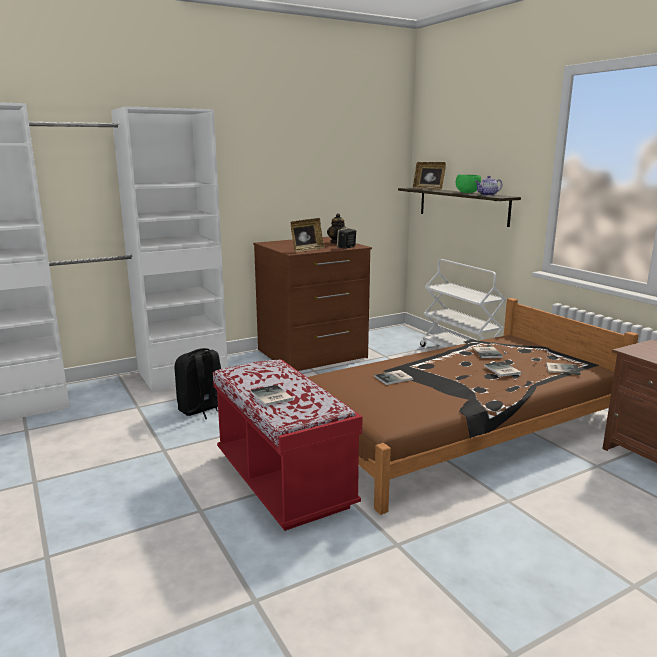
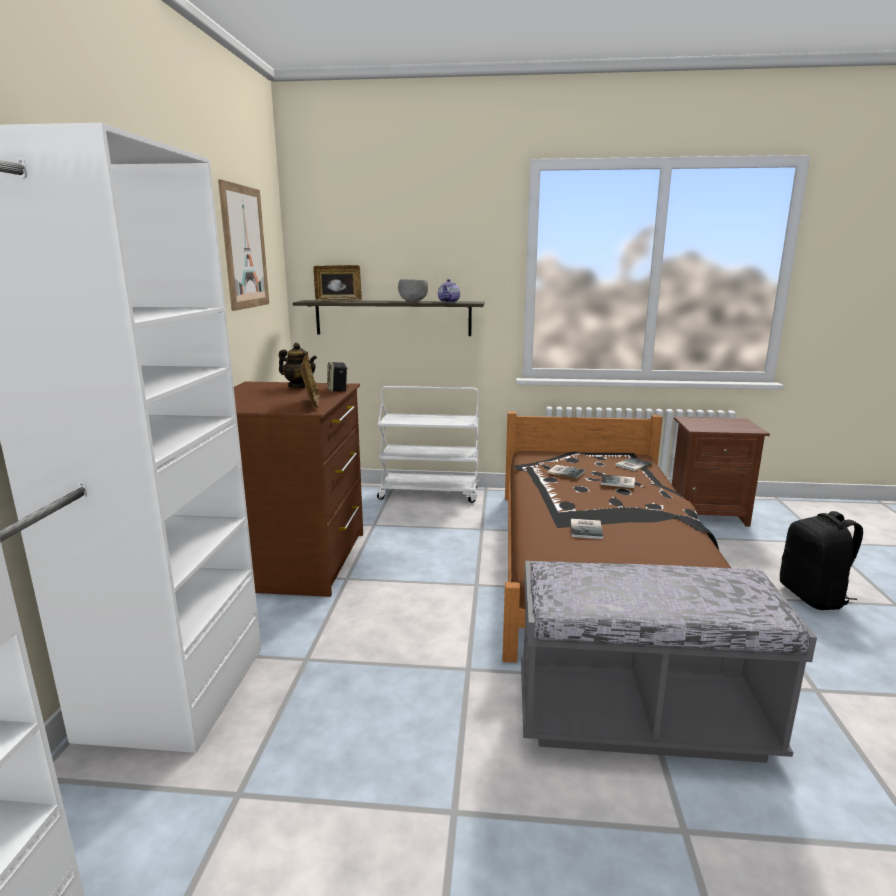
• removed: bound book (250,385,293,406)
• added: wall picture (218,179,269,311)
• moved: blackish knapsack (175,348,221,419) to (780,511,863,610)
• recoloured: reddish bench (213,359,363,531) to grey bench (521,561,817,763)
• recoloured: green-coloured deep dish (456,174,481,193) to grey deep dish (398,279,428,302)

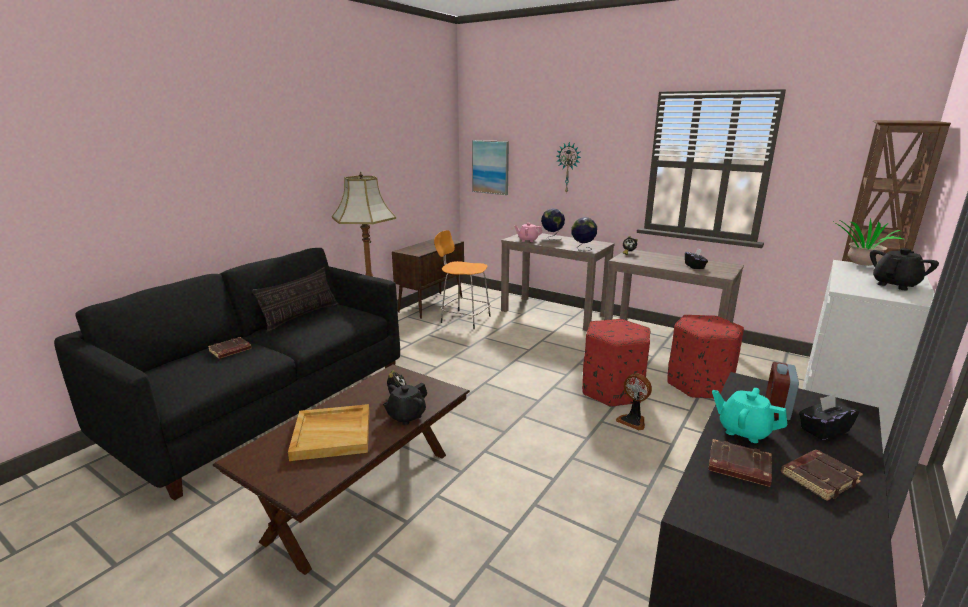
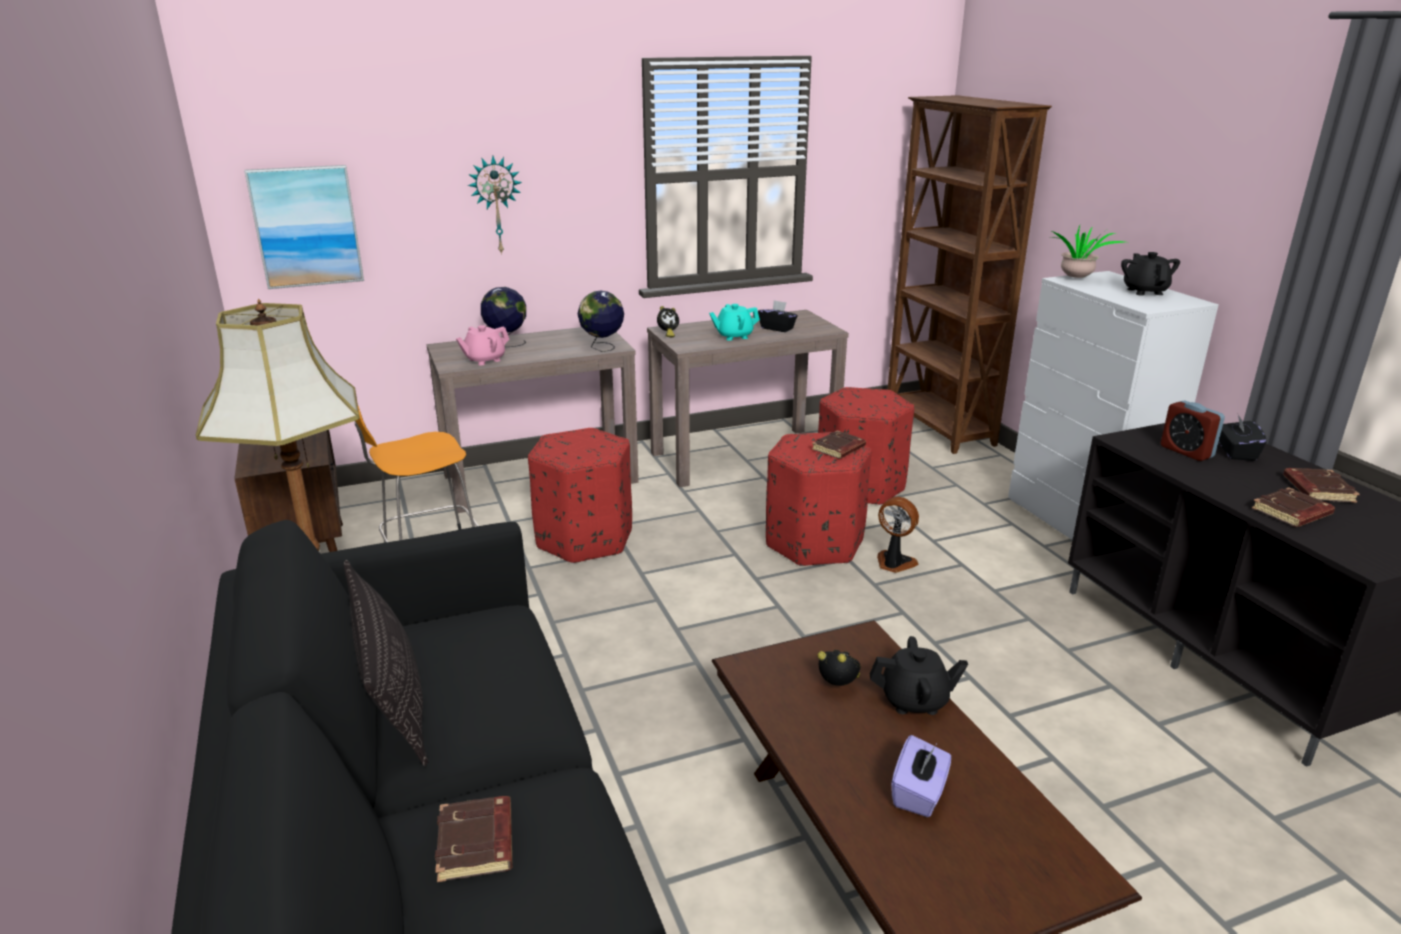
• added: reddish footrest (528,428,632,564)
• added: brown-coloured bound book (812,430,866,459)
• moved: turquoise-coloured pot for tea (712,388,787,443) to (709,304,760,341)
• replaced: beige-coloured tray (288,404,370,461) to purple tissue holder (891,735,951,817)
• turned: blackish pot for tea (383,383,427,425) = (870,636,968,715) 75 degrees counterclockwise
• turned: cooling fan (616,373,652,430) = (877,497,919,573) 135 degrees counterclockwise

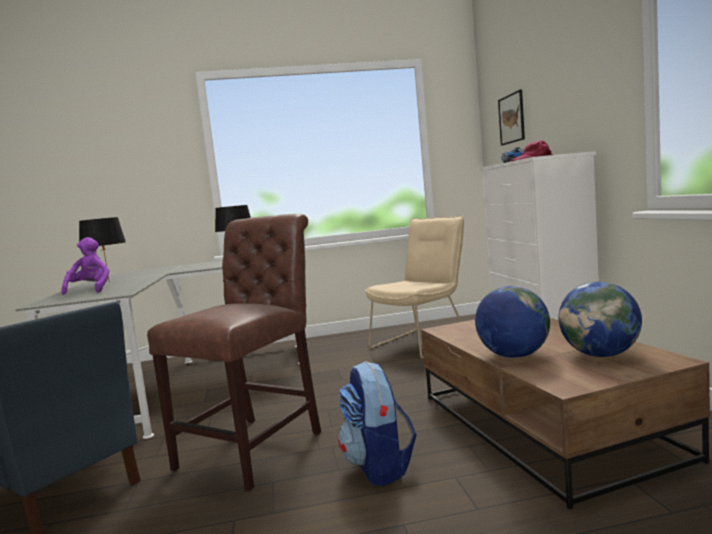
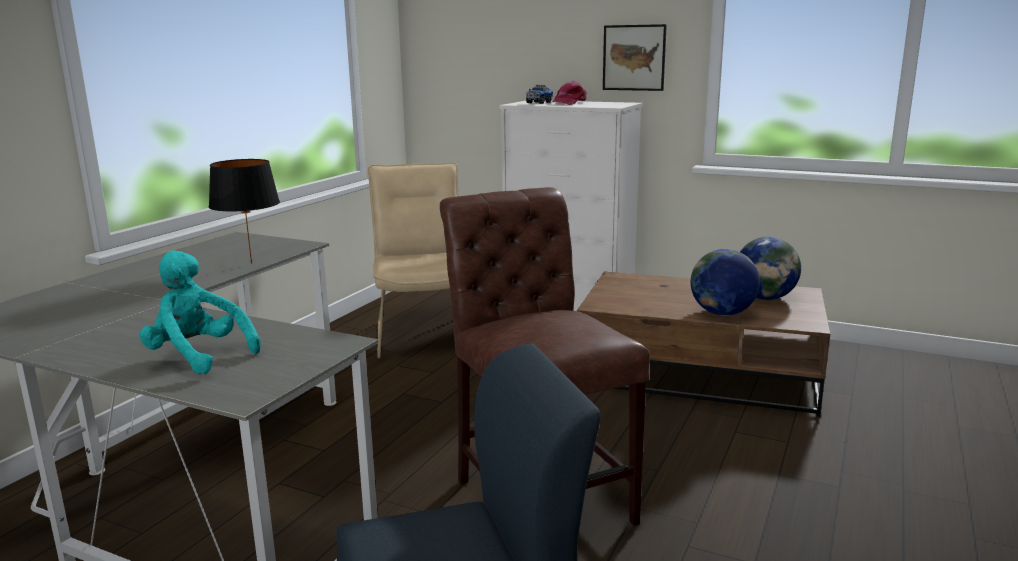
• removed: blackish tabletop lamp (79,217,126,283)
• removed: knapsack (338,361,417,486)
• moved: wall picture (498,89,525,146) to (603,24,667,91)
• recoloured: purple plush toy (61,237,109,295) to turquoise-coloured plush toy (140,251,261,374)

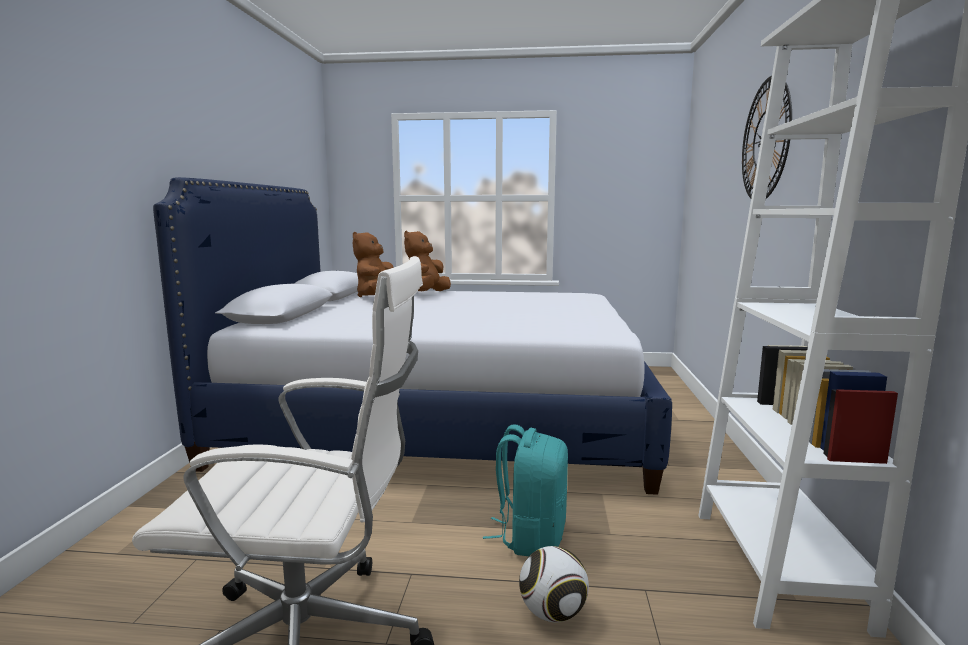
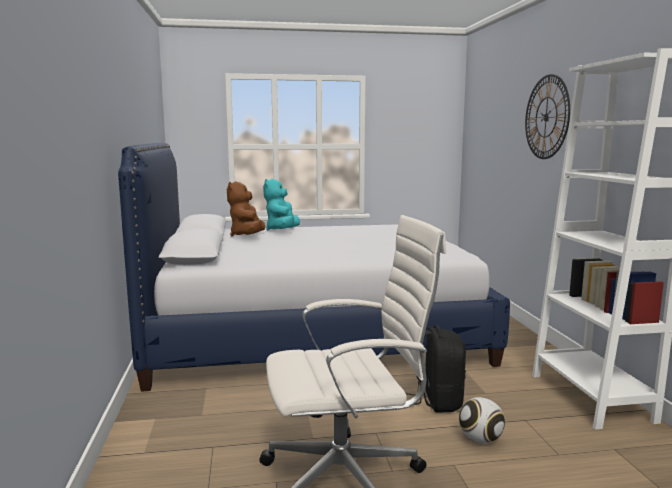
• recoloured: brown-coloured plush toy (404,231,451,291) to turquoise-coloured plush toy (263,179,300,231)
• recoloured: turquoise-coloured knapsack (483,425,568,556) to blackish knapsack (406,325,466,413)

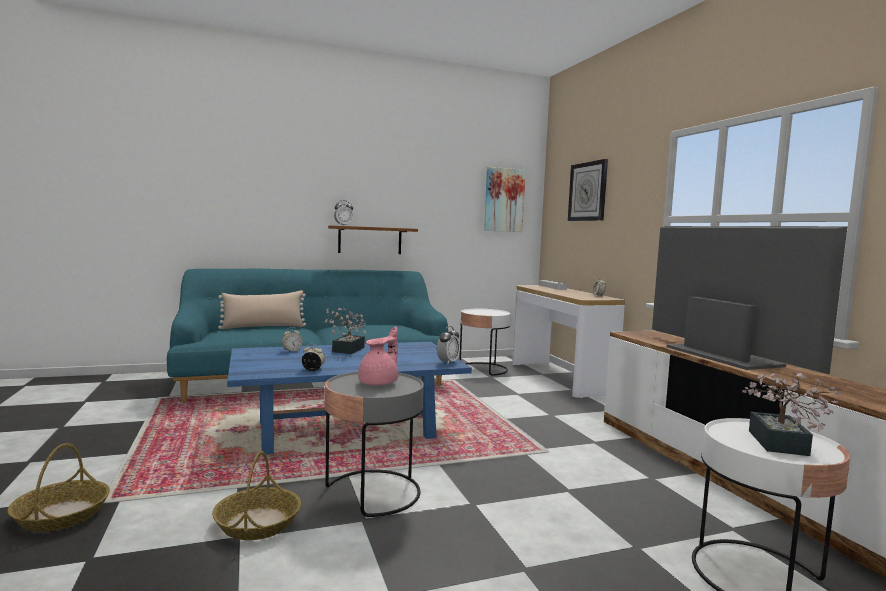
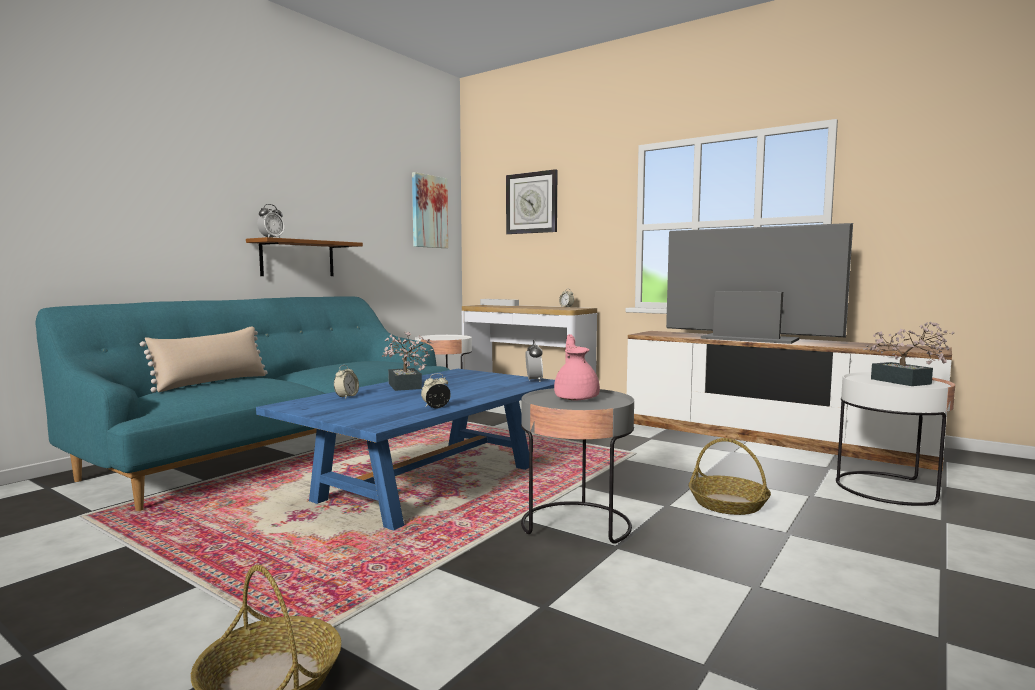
• moved: household basket (212,451,301,540) to (688,438,771,515)

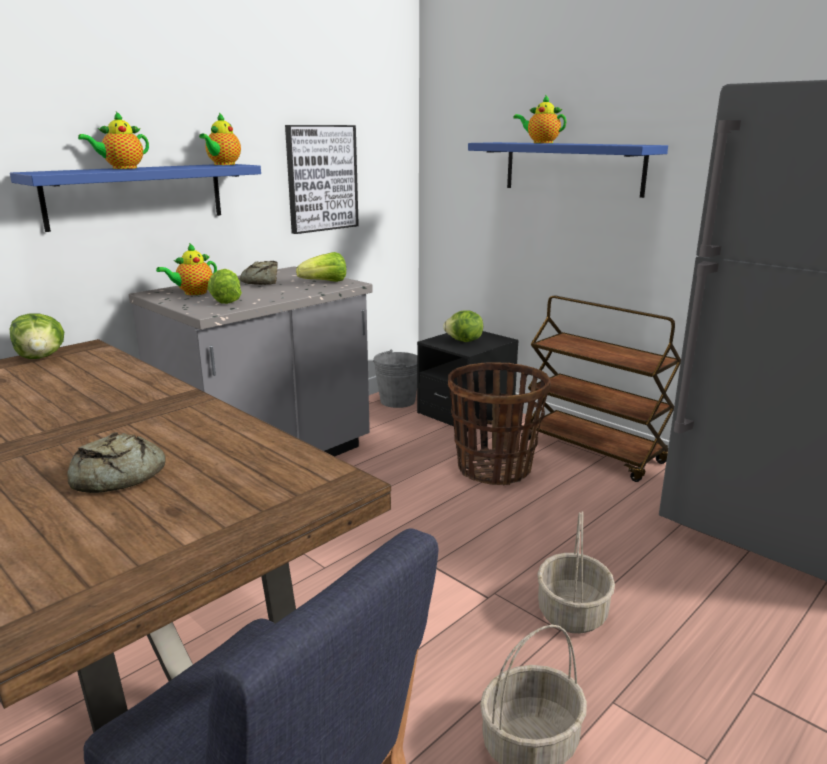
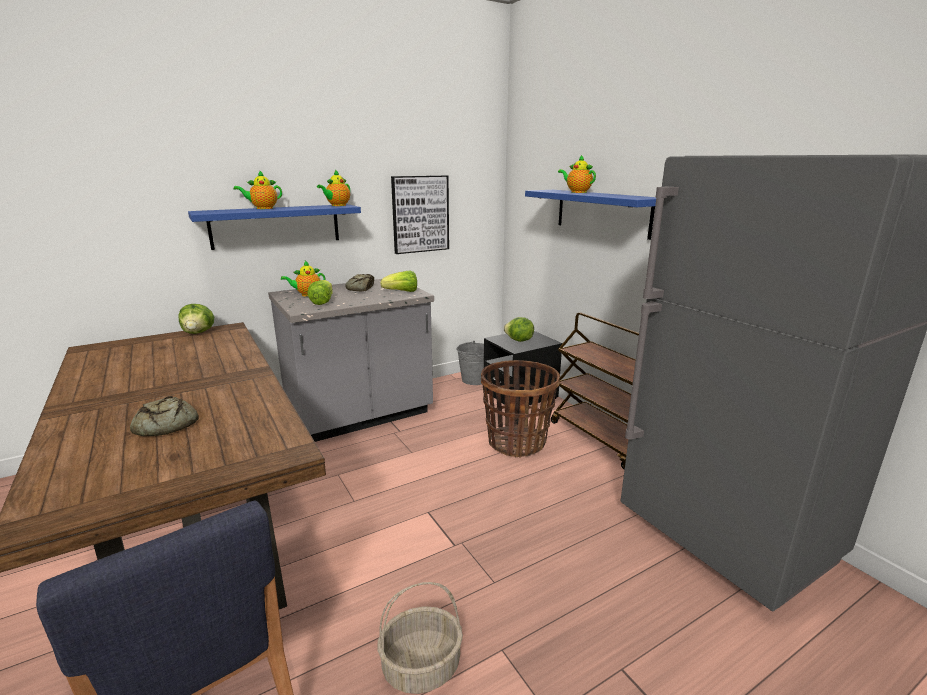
• removed: household basket (537,511,615,633)

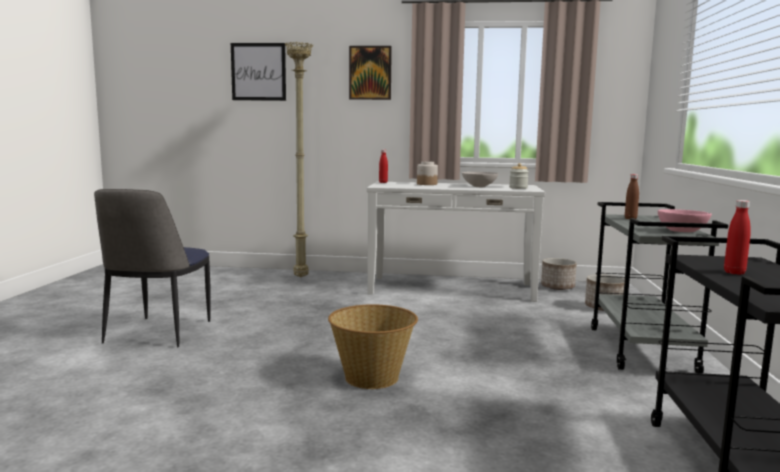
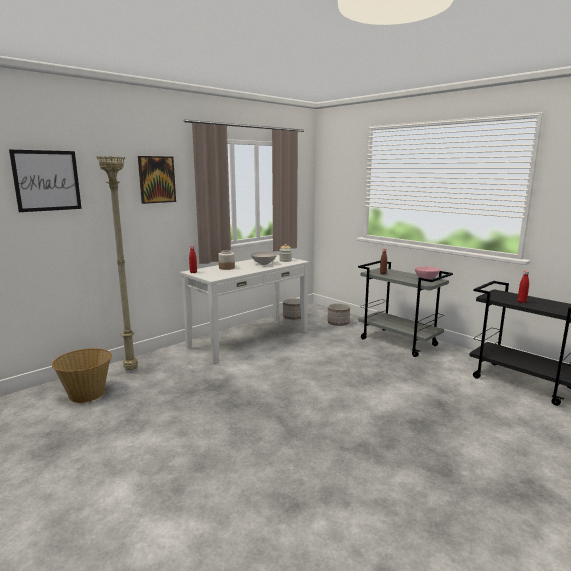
• removed: chair (94,189,211,347)
• moved: household basket (328,304,418,389) to (52,348,112,403)

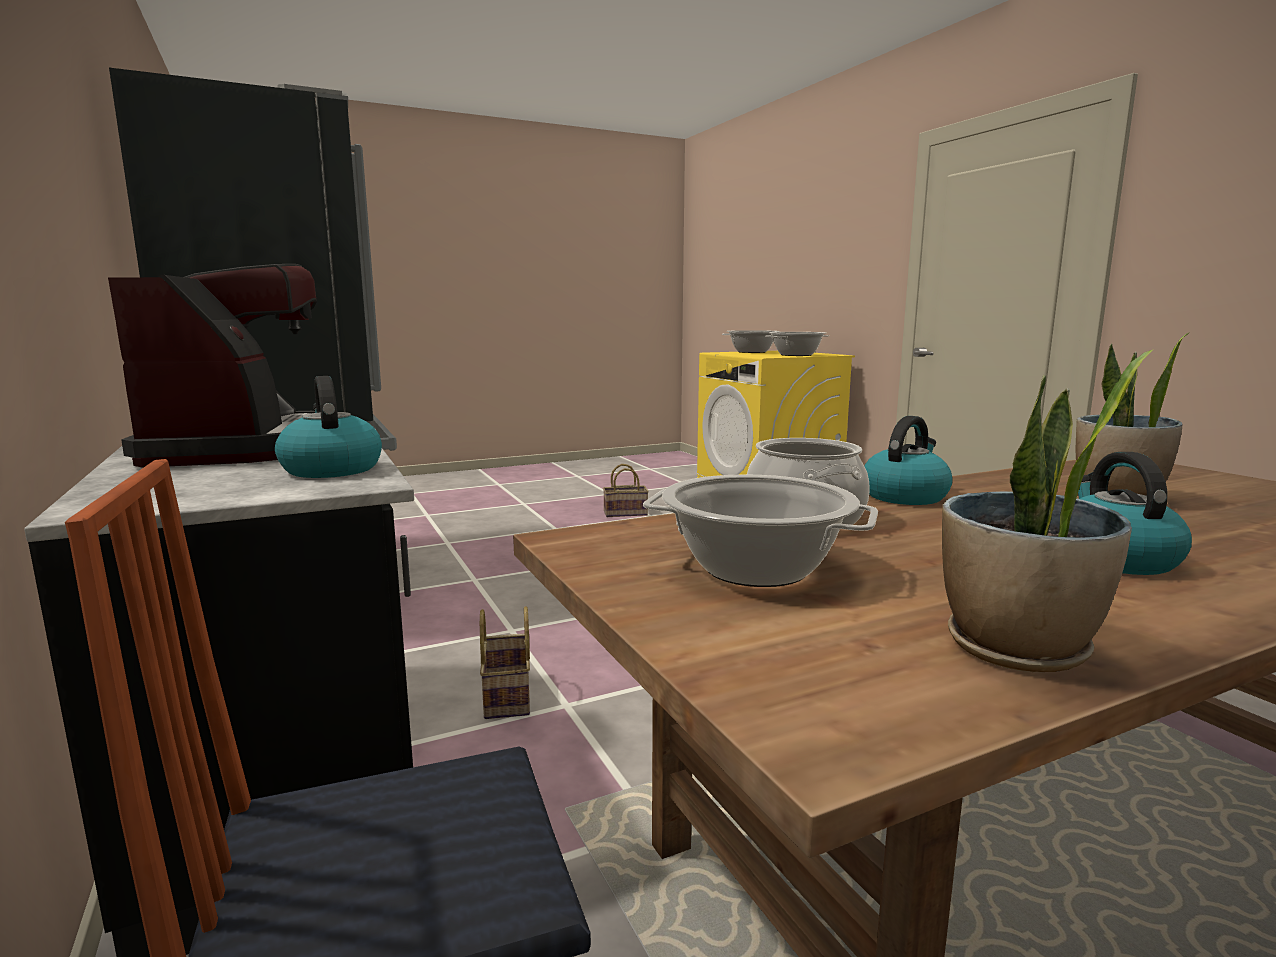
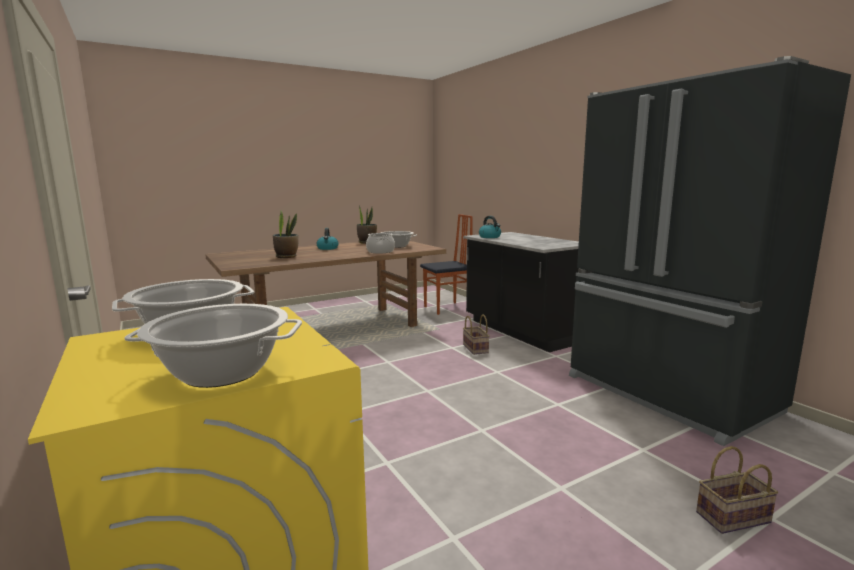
• removed: coffee machine (108,264,317,468)
• removed: kettle (864,416,953,505)
• moved: household basket (603,464,649,517) to (696,446,778,534)

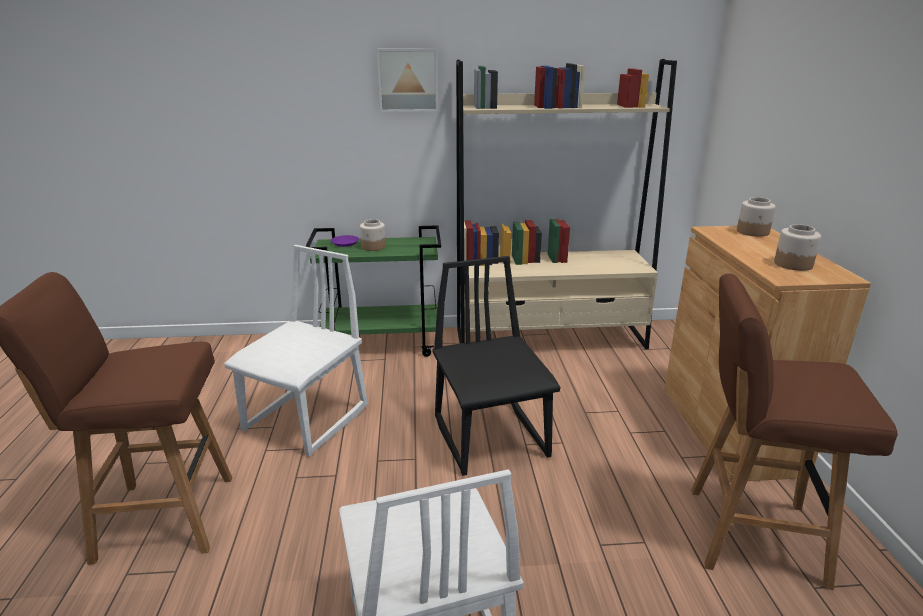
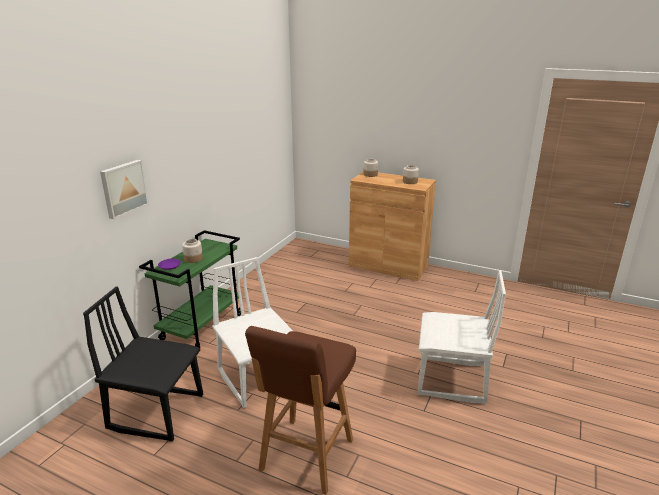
• removed: beige-coloured shelving unit (456,59,677,349)
• removed: brown-coloured stool seat (691,273,898,590)
• moved: wall picture (377,48,438,112) to (100,160,149,219)
• moved: blackish chair (433,256,560,476) to (83,286,203,442)

